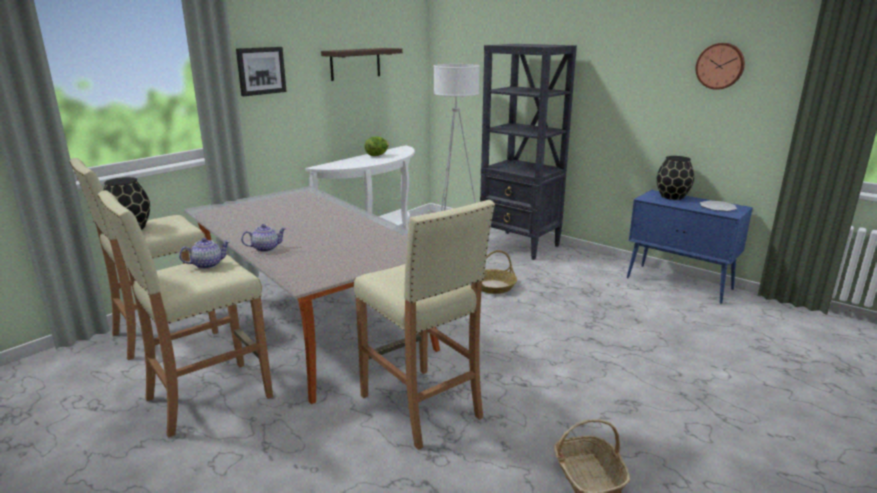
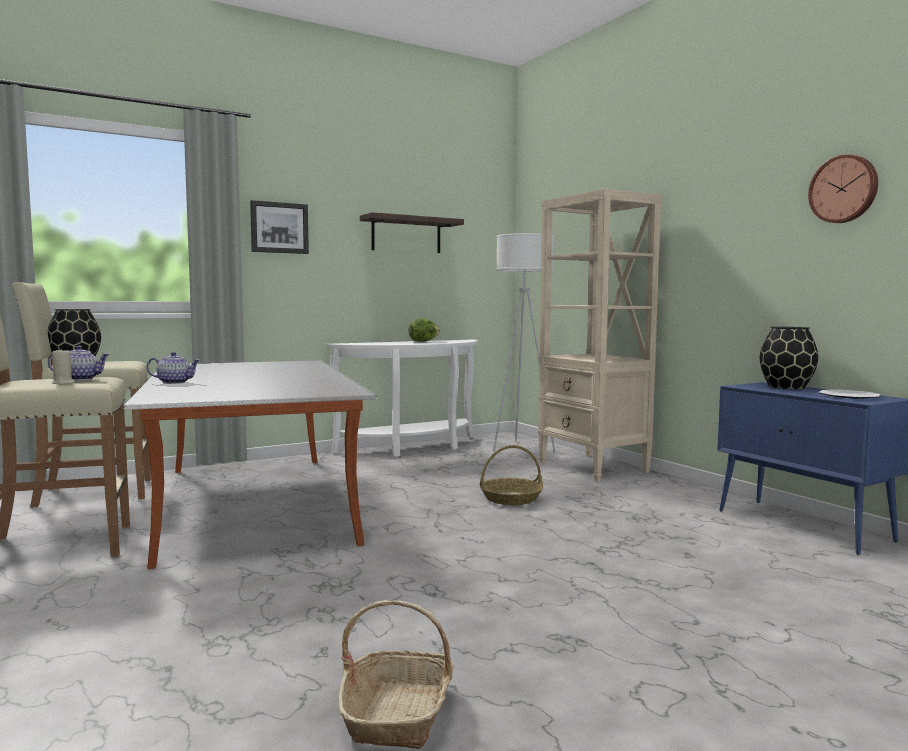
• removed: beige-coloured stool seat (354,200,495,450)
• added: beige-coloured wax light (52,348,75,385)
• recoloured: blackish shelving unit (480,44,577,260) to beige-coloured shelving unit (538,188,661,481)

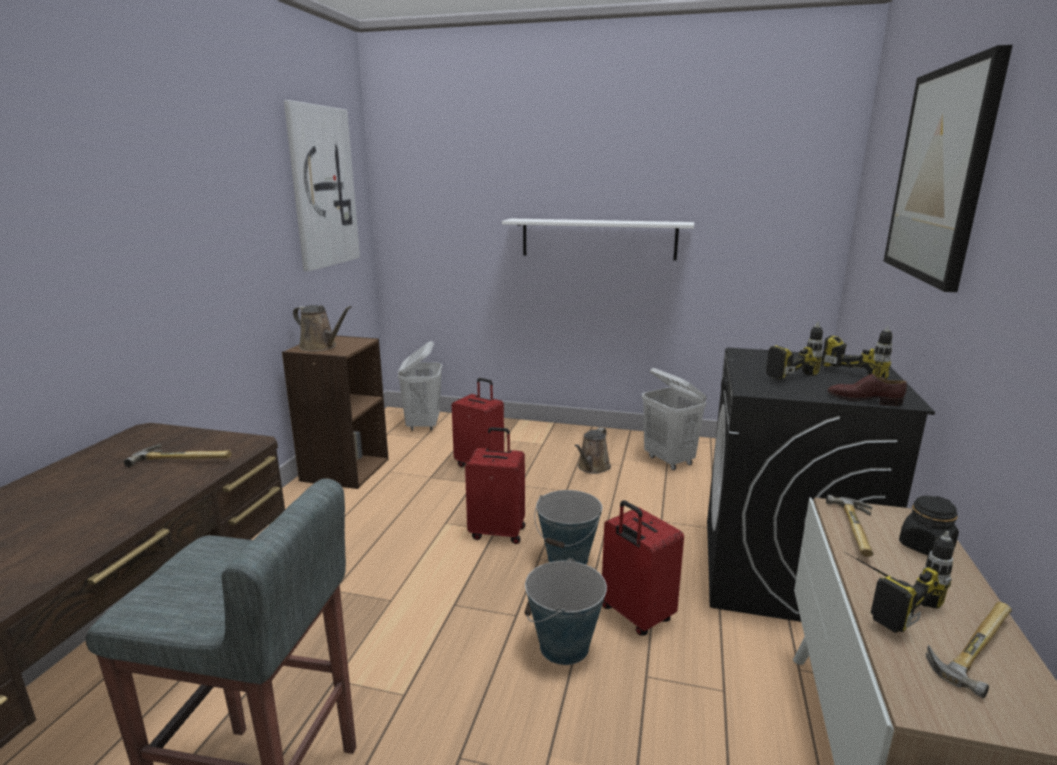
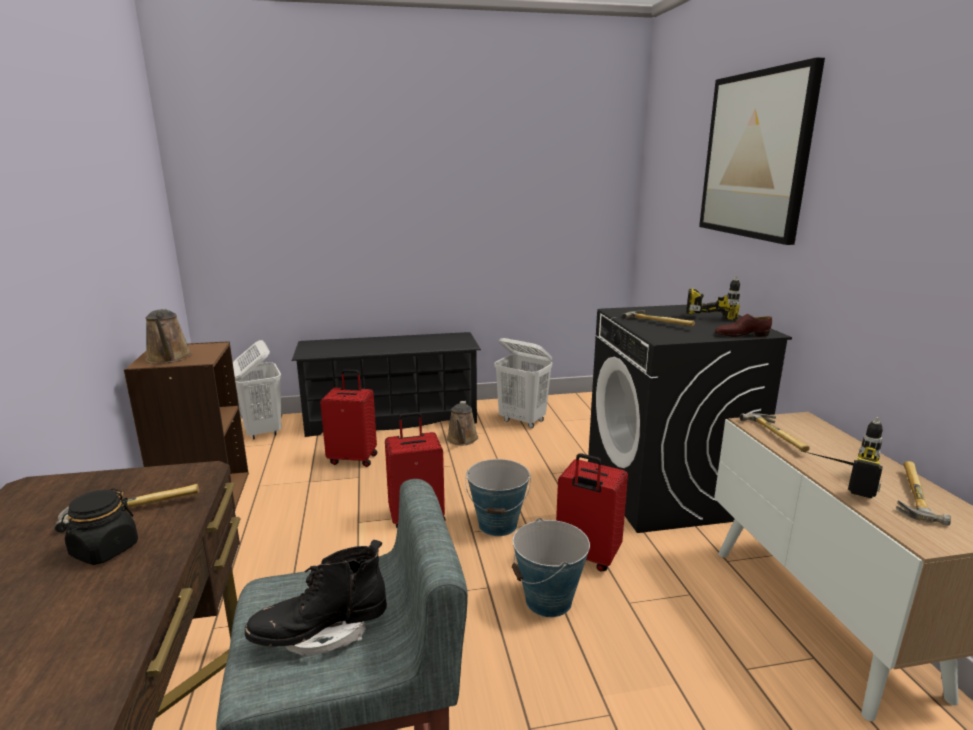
• removed: wall picture (284,100,360,271)
• removed: white-coloured shelf (502,219,694,261)
• added: blackish boot (245,540,387,656)
• added: blackish shoe stand (292,332,481,437)
• moved: blackish jar (899,496,959,555) to (59,488,138,565)
• replaced: drill (759,322,823,379) to hammer (622,310,695,326)
• turned: brown-coloured watering pot (293,305,352,351) = (145,309,192,364) 60 degrees clockwise

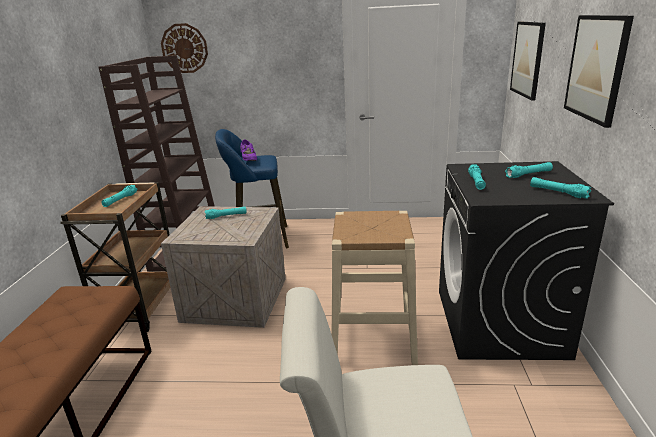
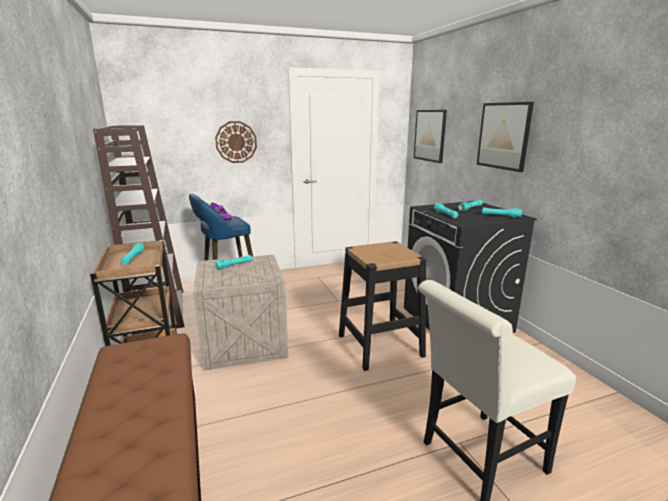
• moved: clock on the wall (161,23,208,73) to (215,121,257,163)
• recoloured: beige-coloured stool seat (332,211,418,365) to blackish stool seat (339,241,426,371)

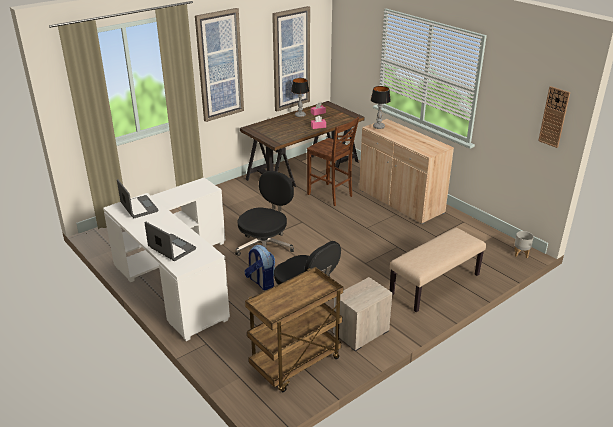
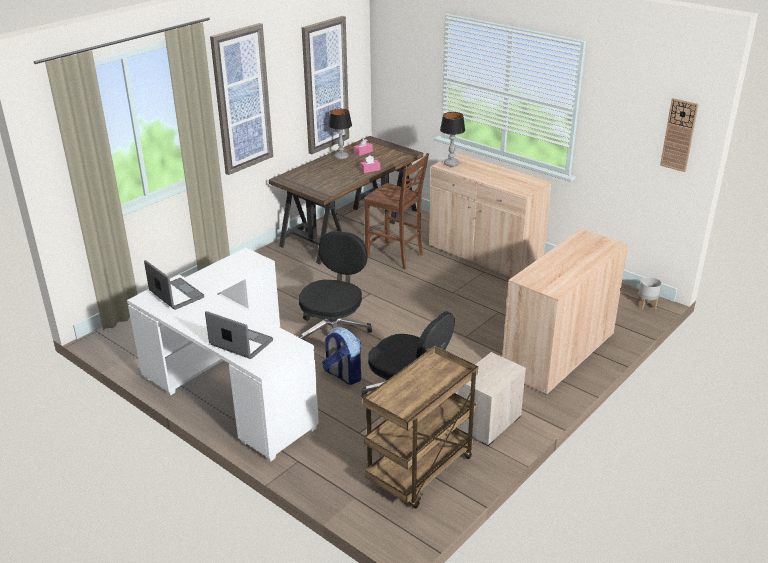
• replaced: beige-coloured bench (390,228,486,312) to beige-coloured cabinet (502,229,628,395)

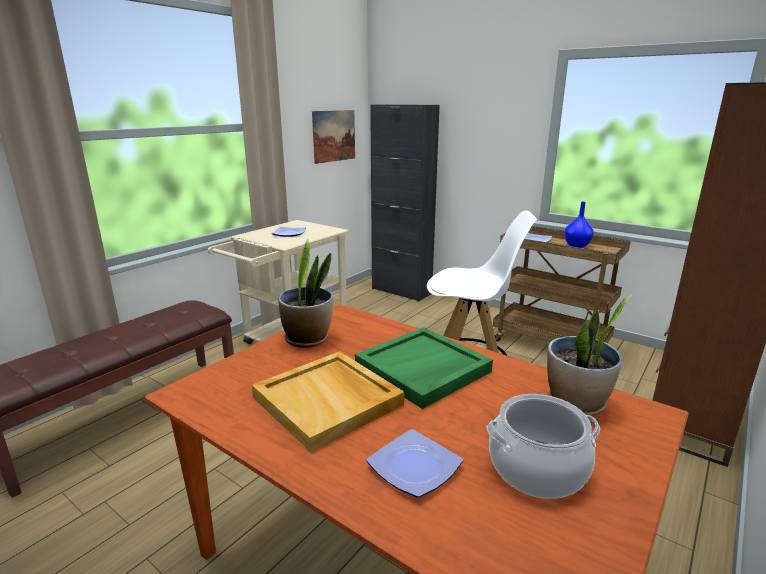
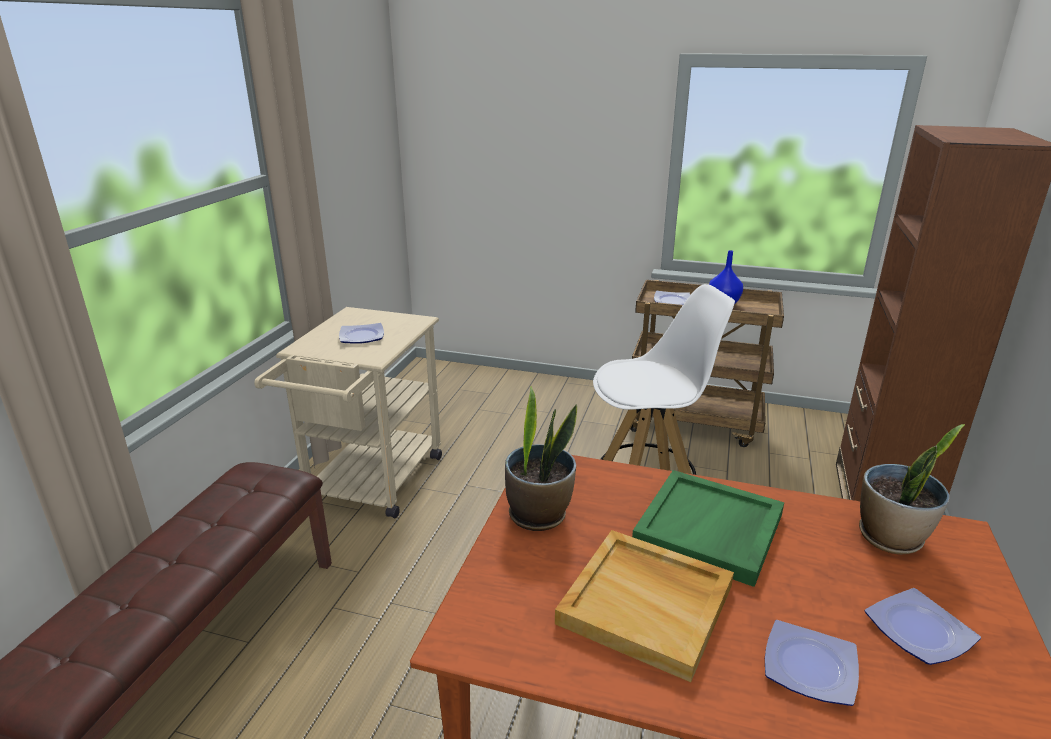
• removed: wall picture (312,110,355,164)
• removed: blackish cabinet (370,104,440,302)
• replaced: stockpot (487,394,600,499) to plate (865,588,981,665)

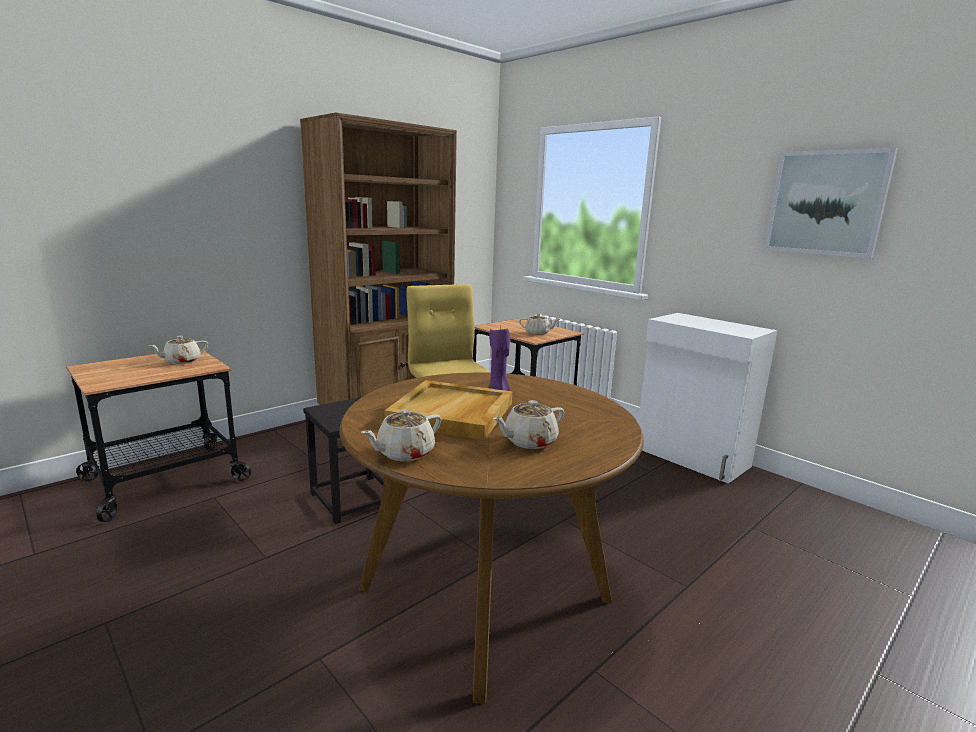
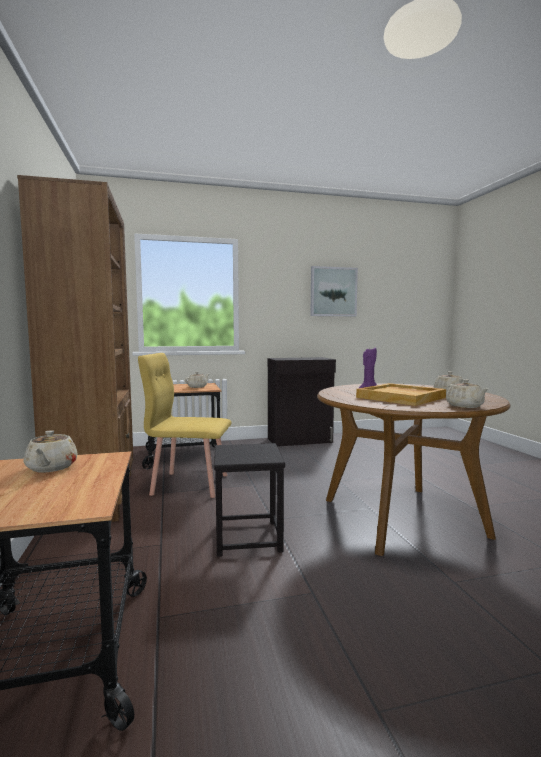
• recoloured: white-coloured cabinet (638,313,778,483) to blackish cabinet (268,357,336,447)

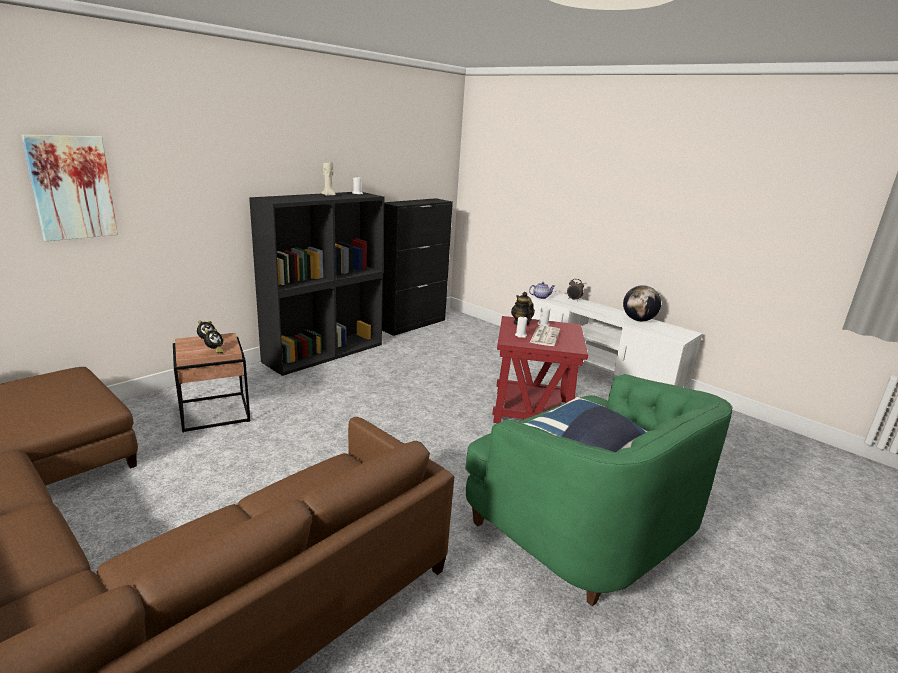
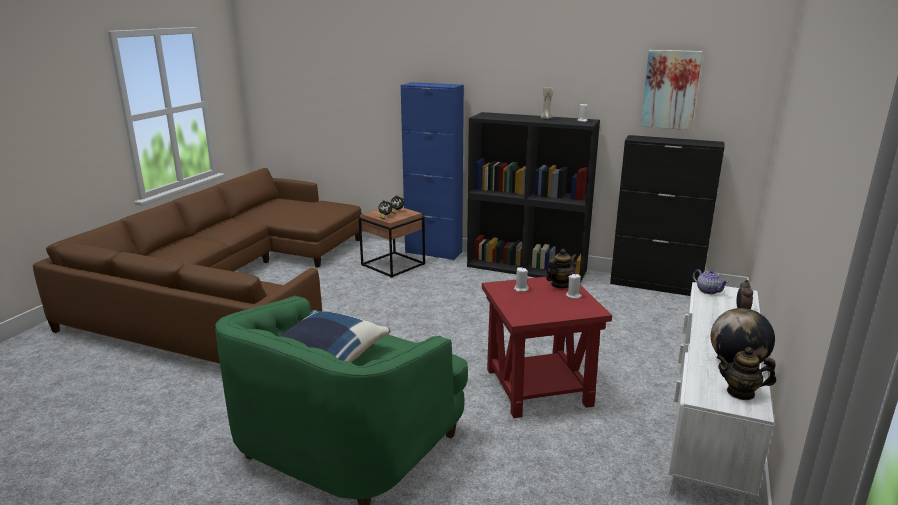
• removed: newspaper (530,326,560,346)
• added: blue cabinet (401,82,464,260)
• added: pot for tea (716,347,776,400)
• moved: wall picture (22,135,118,241) to (640,50,703,130)

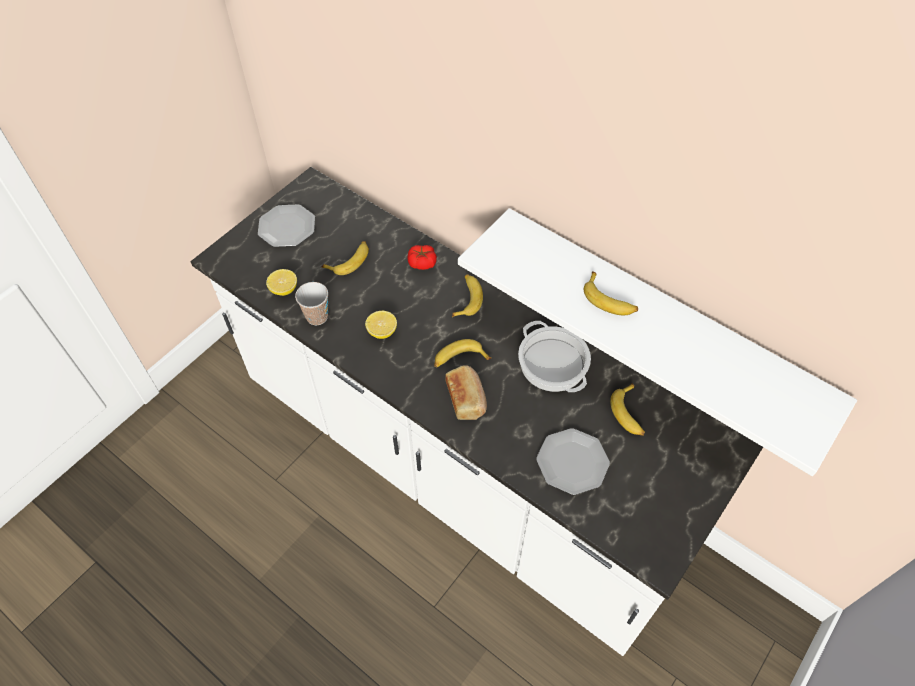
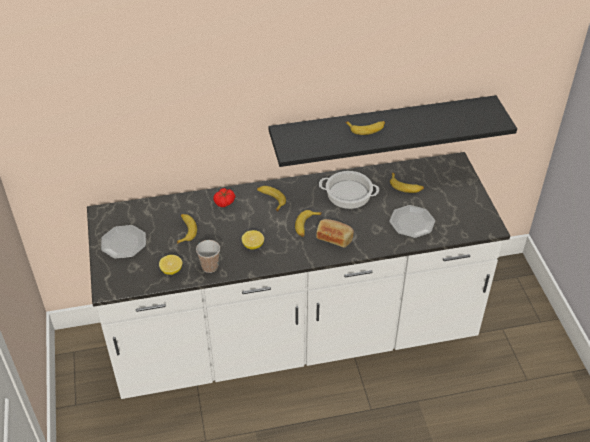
• recoloured: white-coloured shelf (458,208,857,476) to blackish shelf (268,95,517,167)

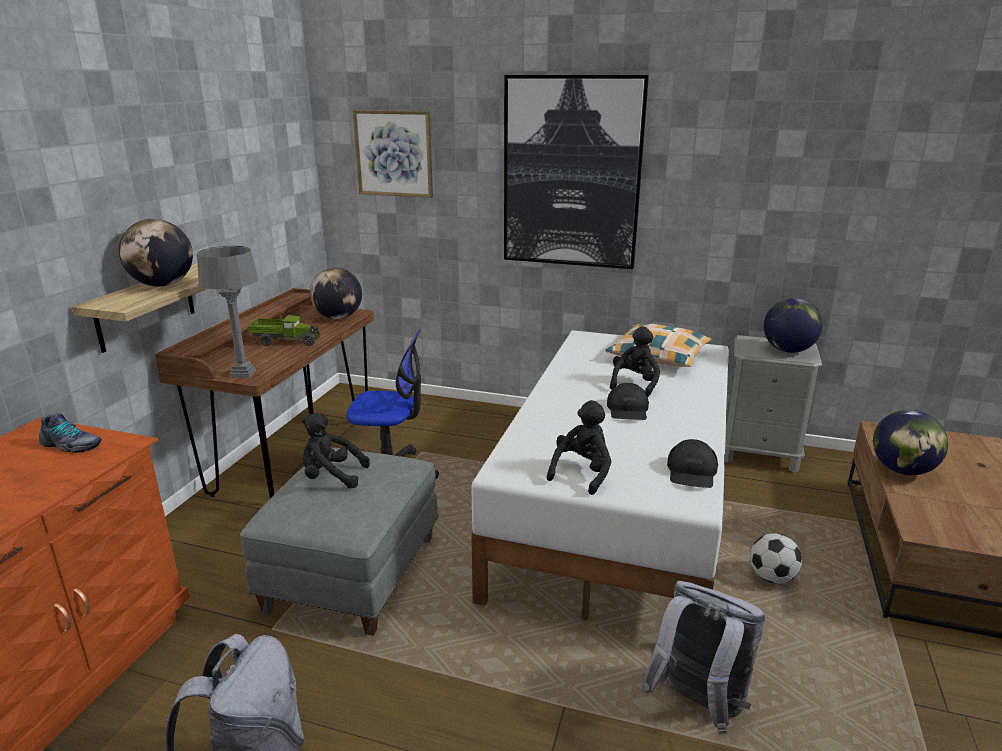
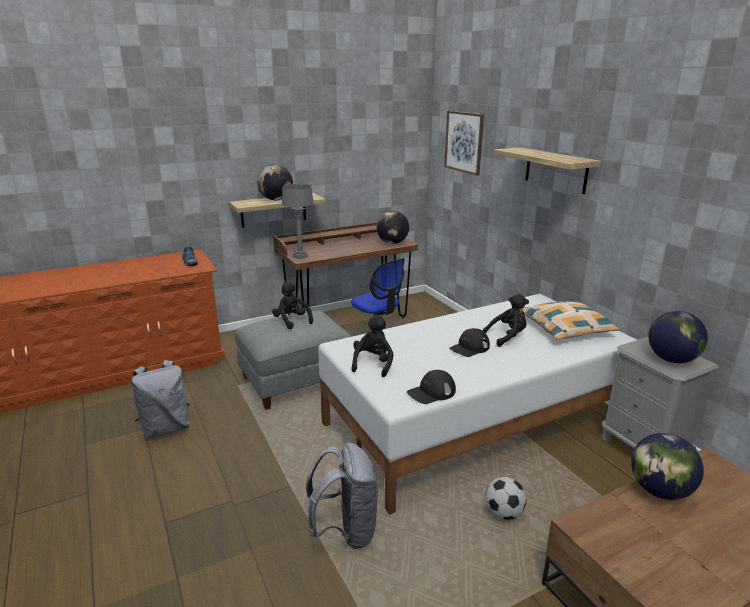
• removed: model truck (248,315,321,346)
• replaced: wall picture (504,75,649,269) to shelf (494,147,601,194)
• turned: blackish plush toy (547,400,611,495) = (351,315,394,377) 60 degrees counterclockwise

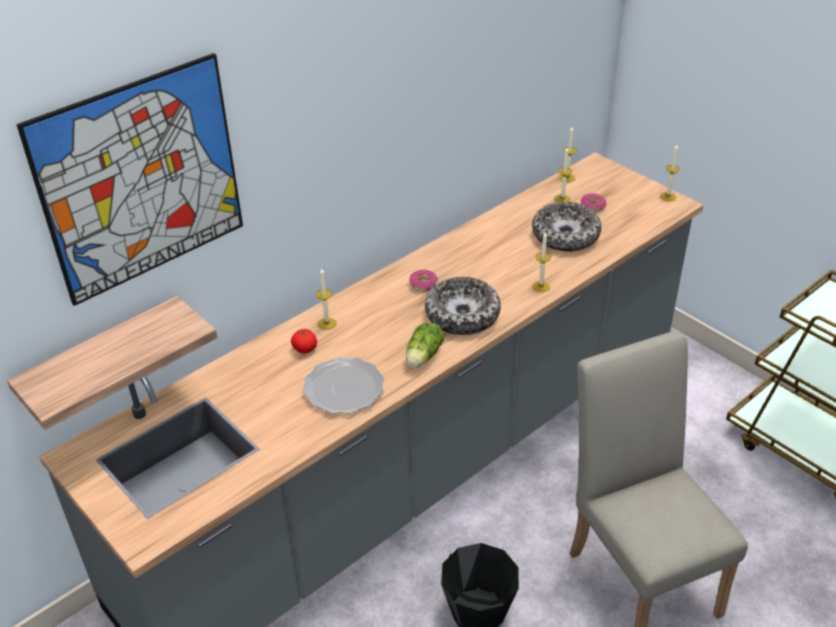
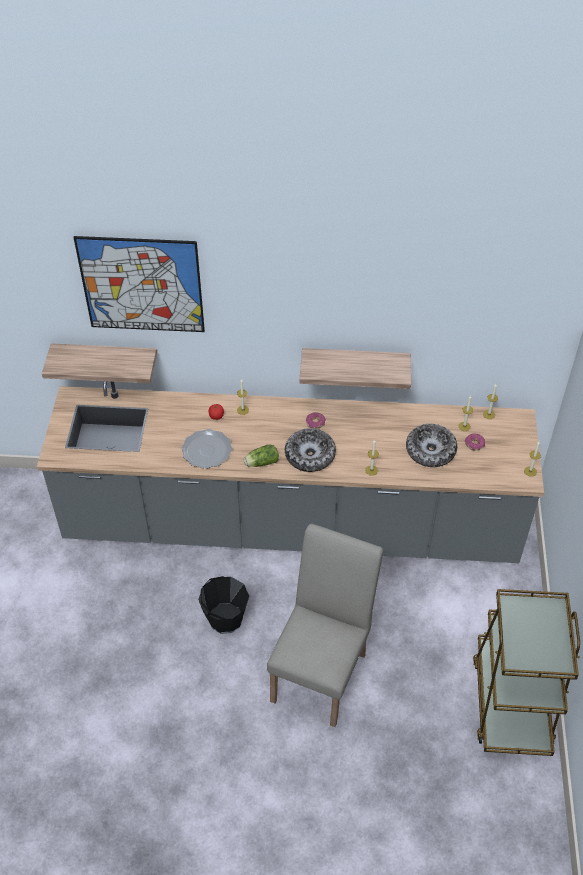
• added: shelf (300,348,411,389)

